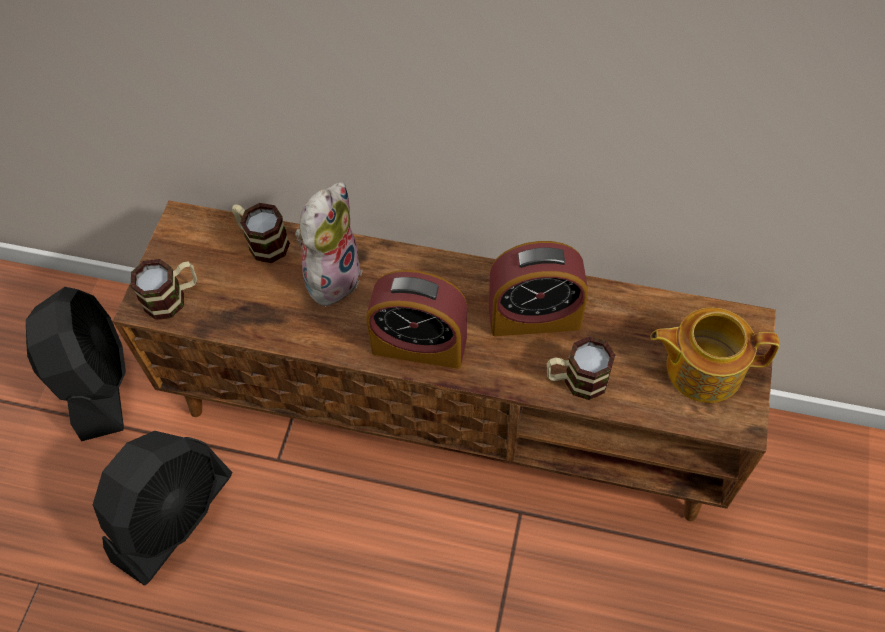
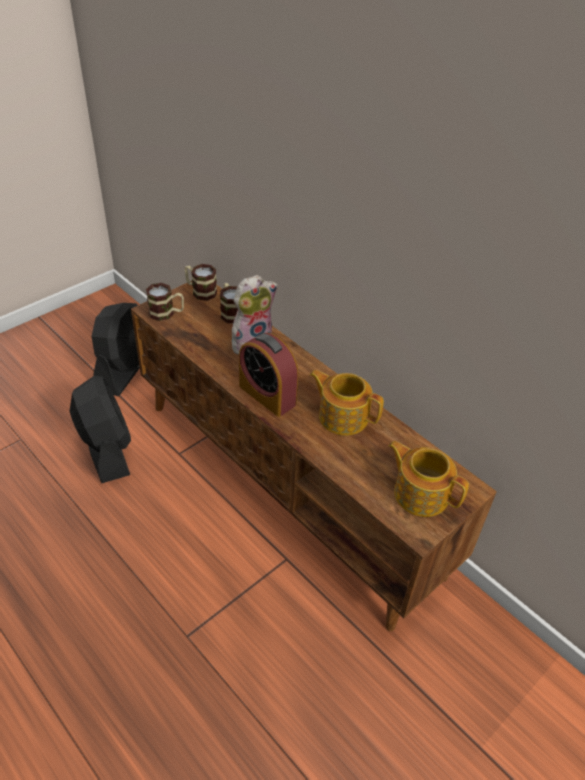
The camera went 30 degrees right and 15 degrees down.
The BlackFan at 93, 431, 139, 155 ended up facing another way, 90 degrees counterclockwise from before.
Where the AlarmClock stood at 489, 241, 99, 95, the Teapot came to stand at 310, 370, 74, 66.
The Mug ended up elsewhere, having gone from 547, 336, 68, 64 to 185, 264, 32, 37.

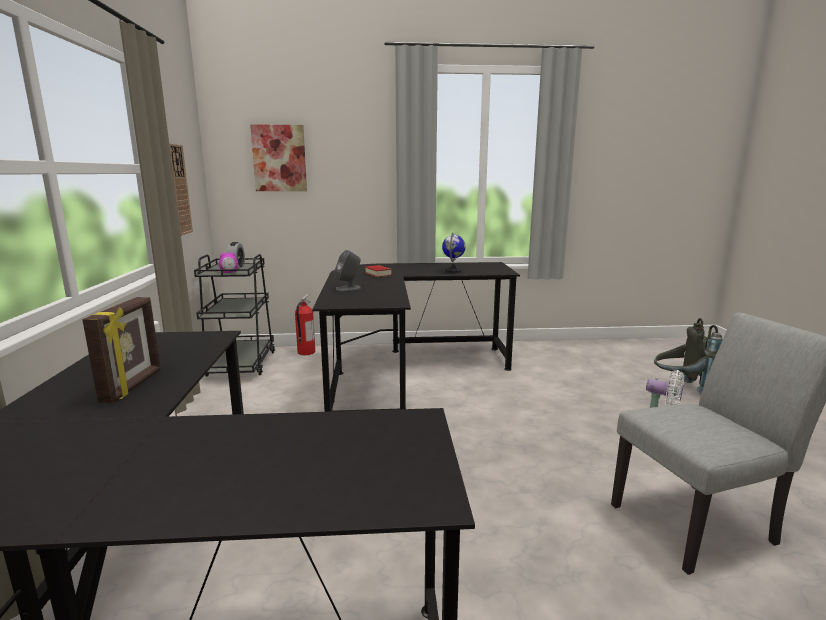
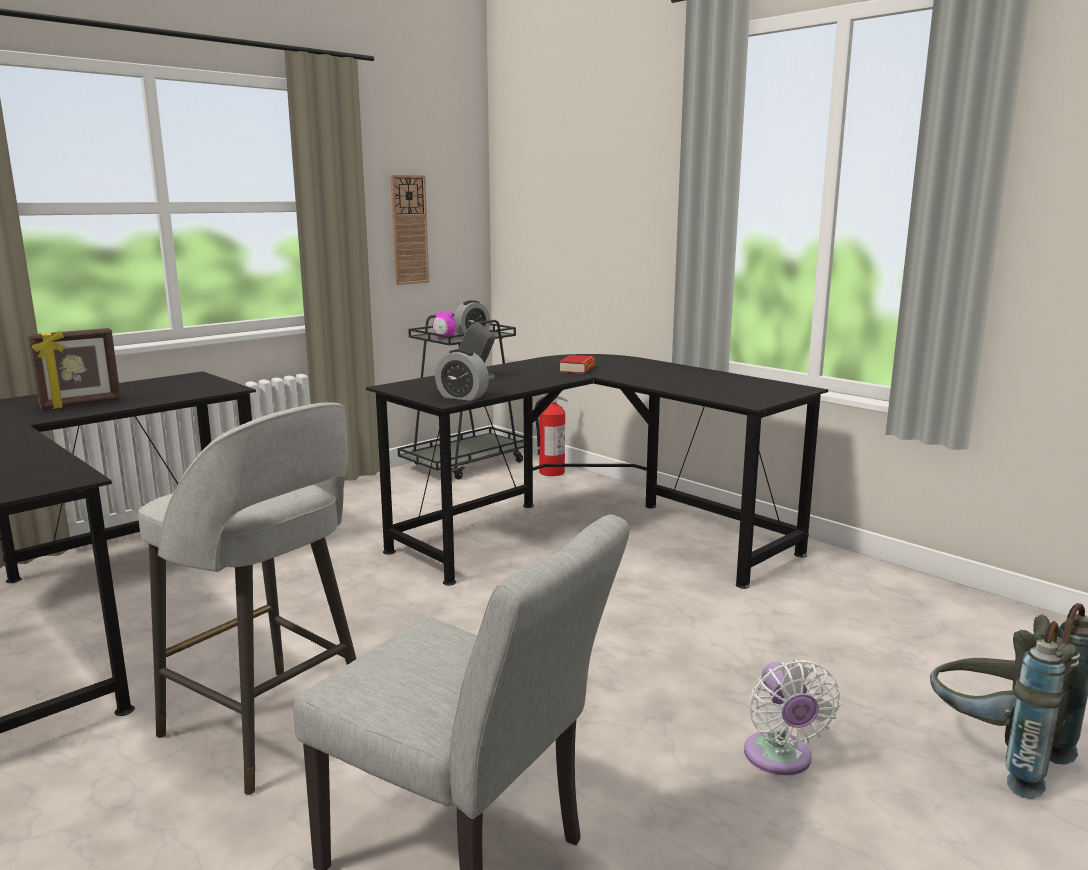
The camera went 50 degrees right and 0 degrees up.
The second view lost the Picture at 250, 124, 57, 67.
The second view lost the Globe at 442, 232, 24, 41.
The second view gained the GreyStool at 138, 402, 218, 393.
The second view gained the AlarmClock at 435, 349, 54, 52.

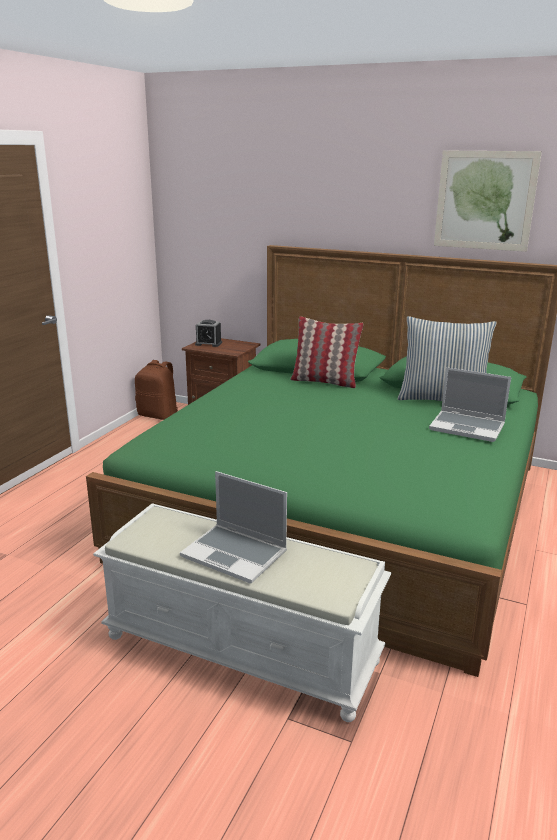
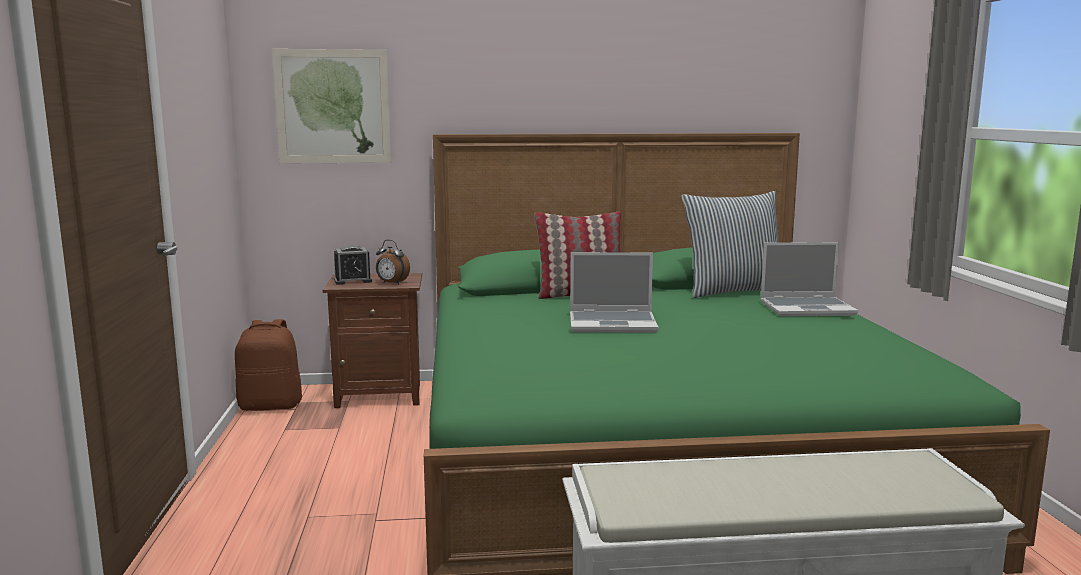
The camera went 30 degrees left and 10 degrees down.
The Laptop ended up elsewhere, having gone from 180, 471, 107, 112 to 570, 252, 88, 81.
The Picture ended up elsewhere, having gone from 434, 150, 108, 102 to 272, 49, 120, 115.
The second view gained the AlarmClock at 376, 240, 34, 45.

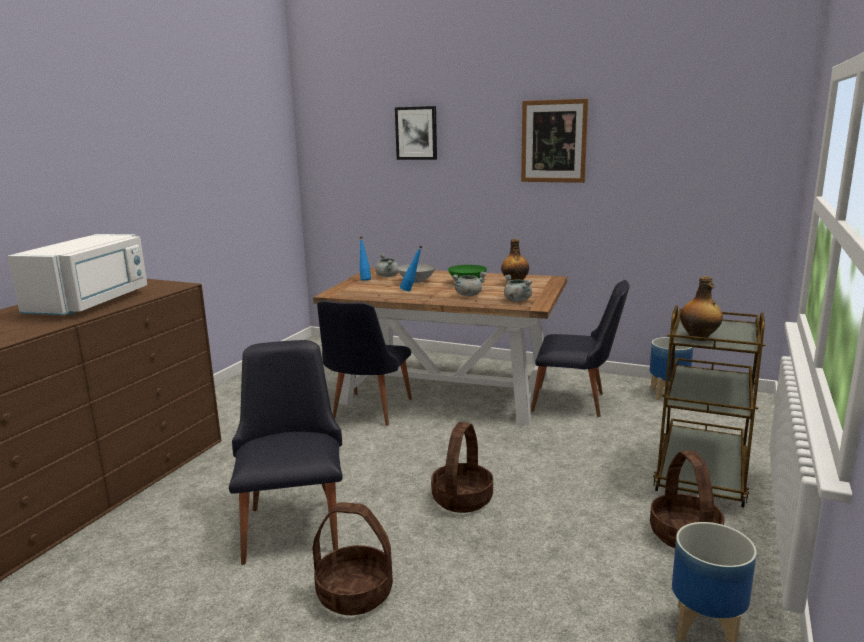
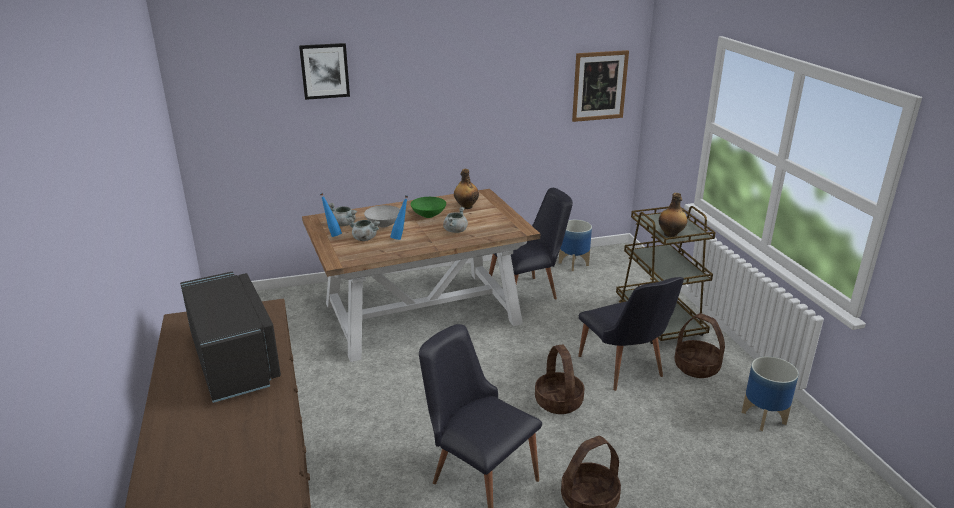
The camera went 40 degrees left and 10 degrees up.
What was the WhiteMicrowave at 8, 234, 139, 81 turned into the BlackMicrowave at 180, 271, 101, 132.
The BlackChair ended up elsewhere, having gone from 317, 301, 95, 125 to 578, 277, 106, 114.
The GreyCookingPot ended up elsewhere, having gone from 504, 275, 28, 27 to 347, 217, 33, 24.
The Picture ended up elsewhere, having gone from 521, 99, 67, 84 to 572, 50, 57, 72.

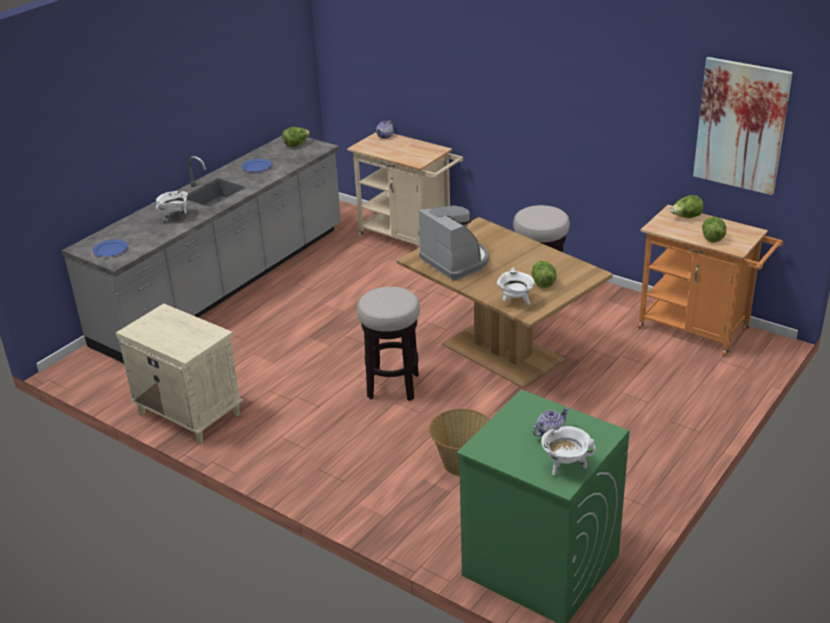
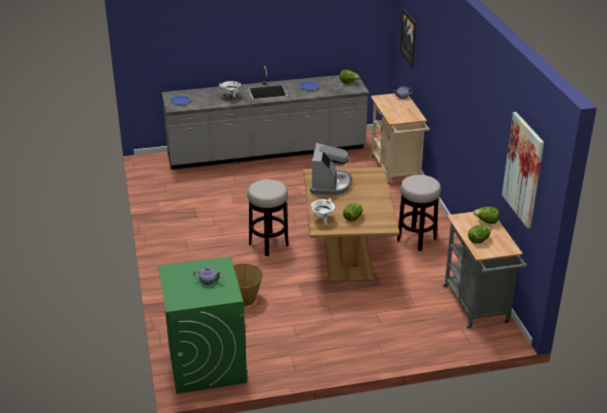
The camera went 40 degrees right and 0 degrees up.
The second view lost the BeigeNightstand at 116, 303, 128, 140.
The second view lost the WhiteCookingPot at 541, 426, 55, 50.
What was the OrangeCart at 638, 205, 145, 151 turned into the GreyCart at 443, 212, 84, 117.
The second view gained the Picture at 400, 9, 16, 59.

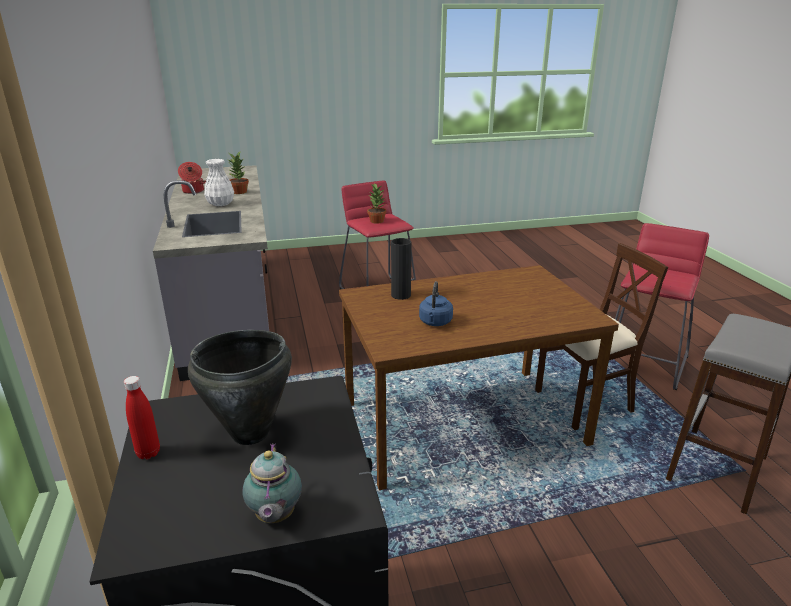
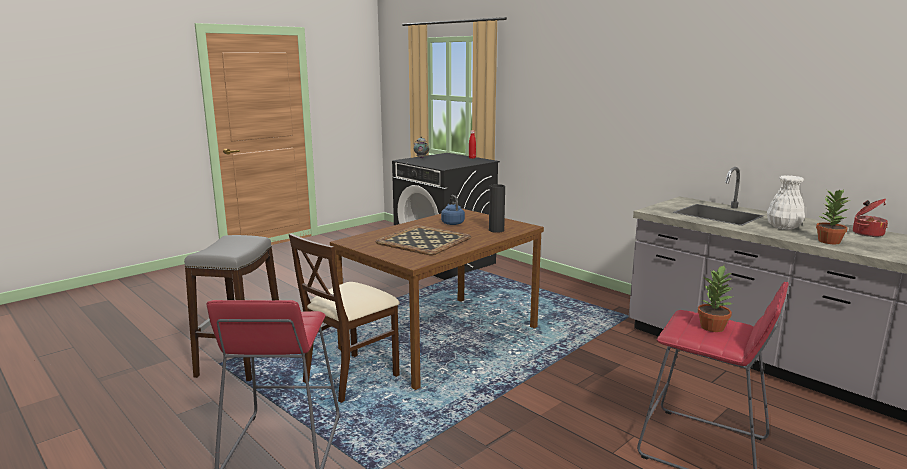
The camera went 150 degrees right and 10 degrees down.
The second view lost the BlackCookingPot at 188, 330, 104, 115.
The second view gained the Tray at 376, 225, 95, 30.

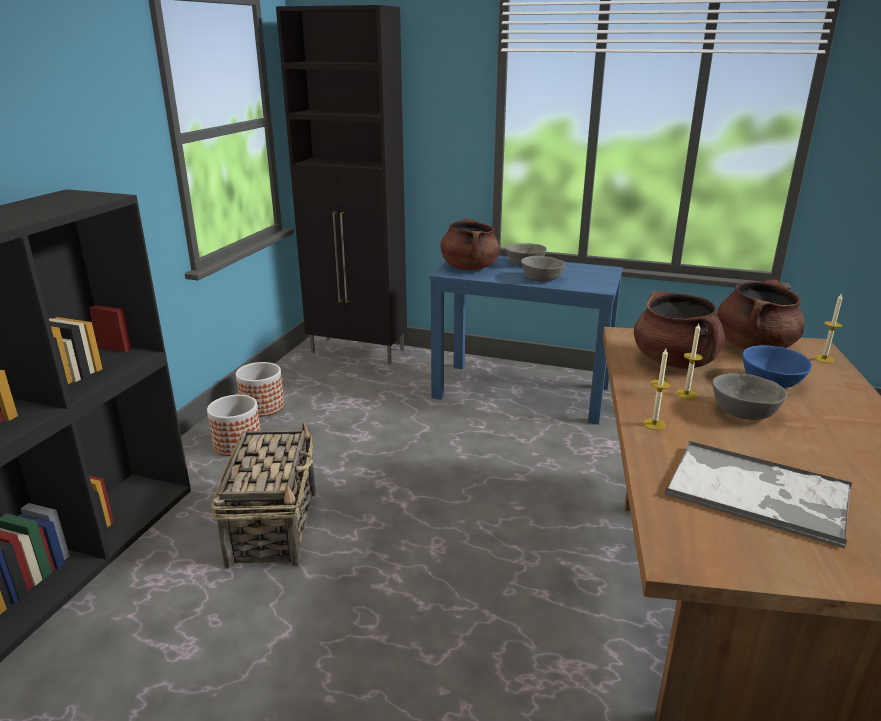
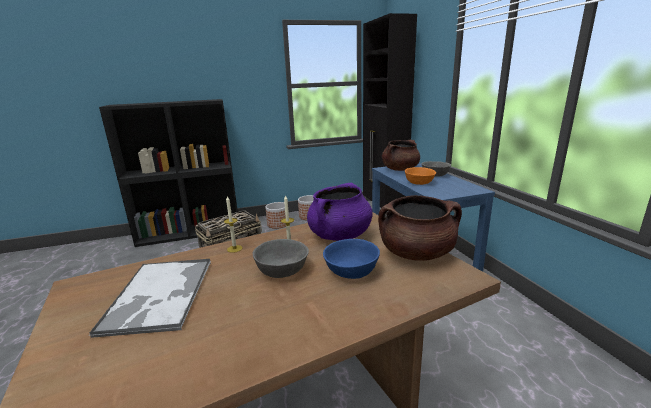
The camera went 55 degrees right and 5 degrees down.
What was the GreyBowl at 521, 256, 44, 26 turned into the OrangeBowl at 405, 167, 31, 18.
What was the BrownCookingPot at 634, 291, 91, 78 turned into the PurpleCookingPot at 307, 183, 66, 58.
The second view lost the Candle at 814, 294, 29, 69.

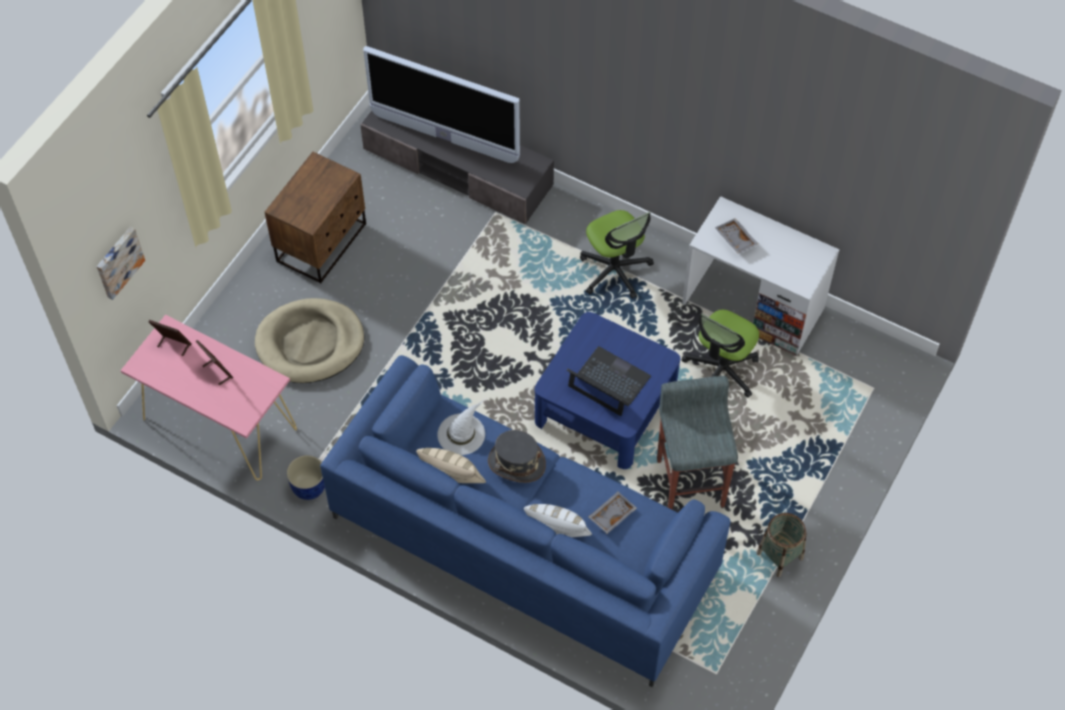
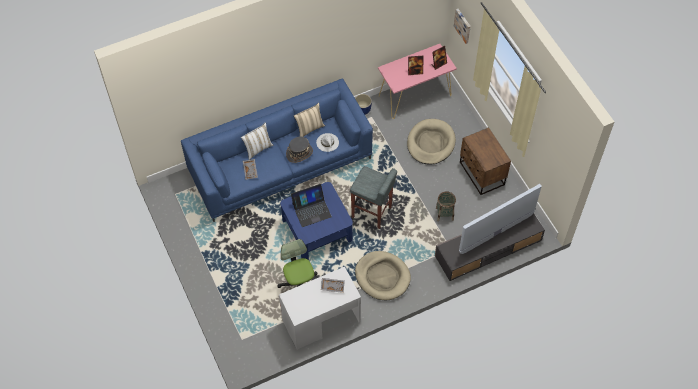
The camera went 125 degrees right and 0 degrees up.
Where the OfficeChair stood at 580, 210, 74, 89, the BeigeDogBed came to stand at 355, 251, 56, 49.
The GreyStool ended up elsewhere, having gone from 657, 376, 81, 134 to 350, 166, 47, 63.
The Basket ended up elsewhere, having gone from 756, 513, 51, 64 to 436, 191, 20, 31.

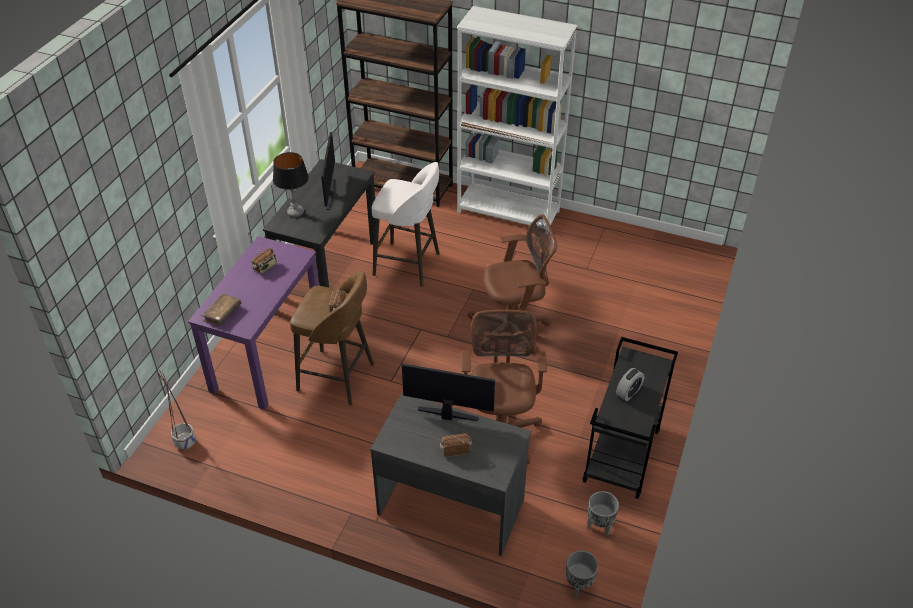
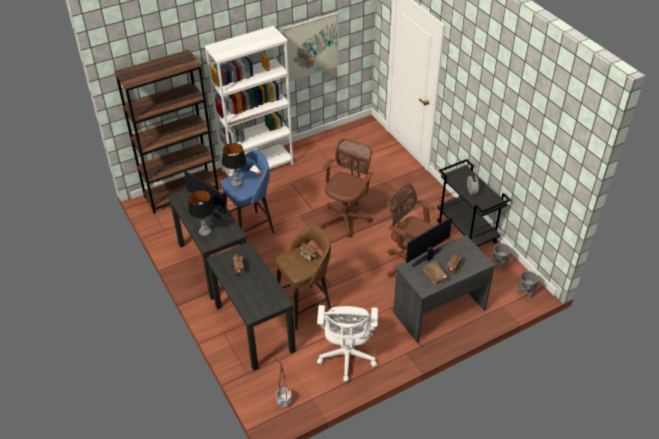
The camera went 50 degrees left and 0 degrees up.
What was the PurpleDesk at 188, 236, 131, 174 turned into the BlackDesk at 206, 242, 90, 129.
The BrownBook ended up elsewhere, having gone from 202, 293, 39, 33 to 422, 261, 27, 25.
What was the WhiteStool at 372, 162, 68, 125 turned into the BlueStool at 221, 150, 54, 84.
The second view gained the TableLamp at 222, 143, 25, 44.
The second view gained the Picture at 282, 12, 57, 70.
The second view gained the WhiteOfficeChair at 317, 305, 61, 77.

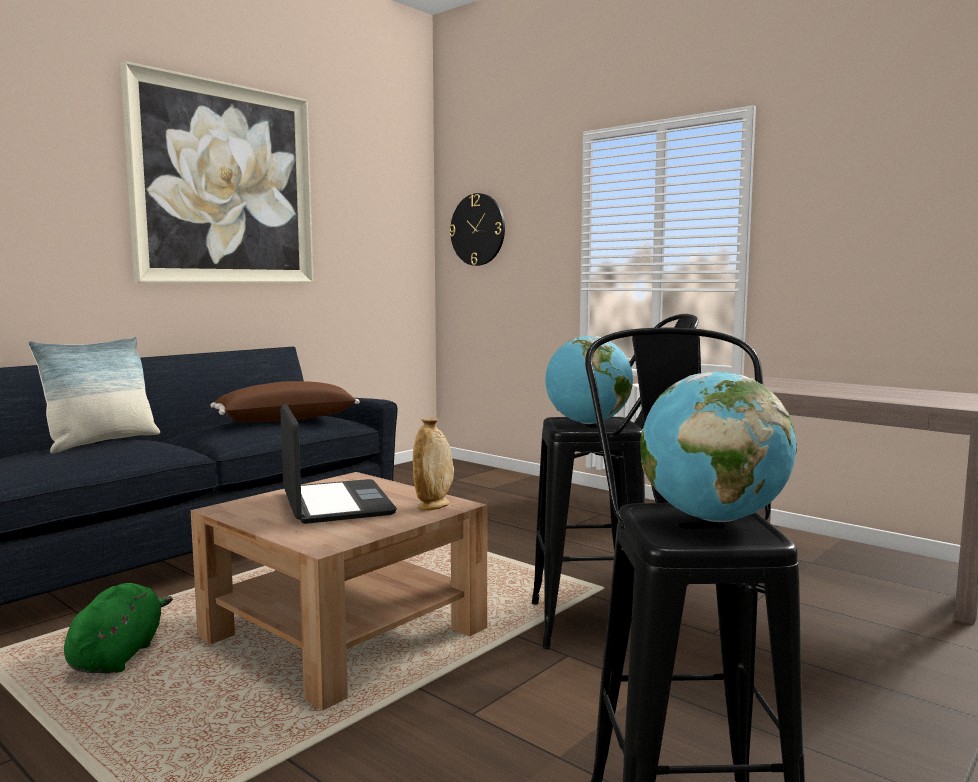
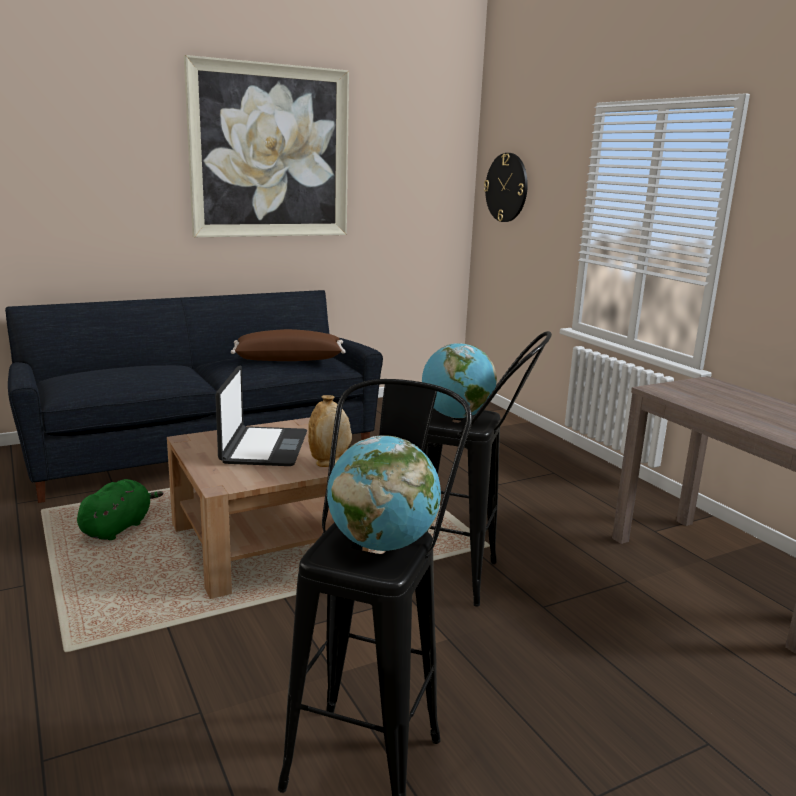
The camera went 20 degrees right and 10 degrees up.
The second view lost the Pillow at 28, 337, 132, 117.

